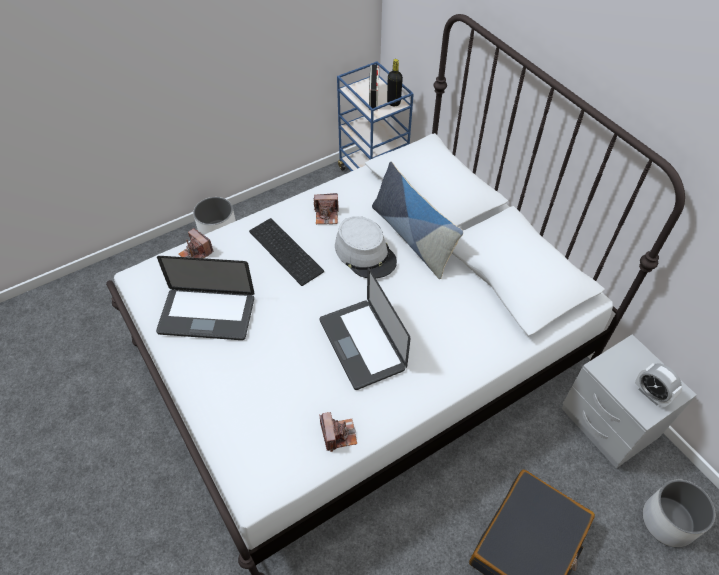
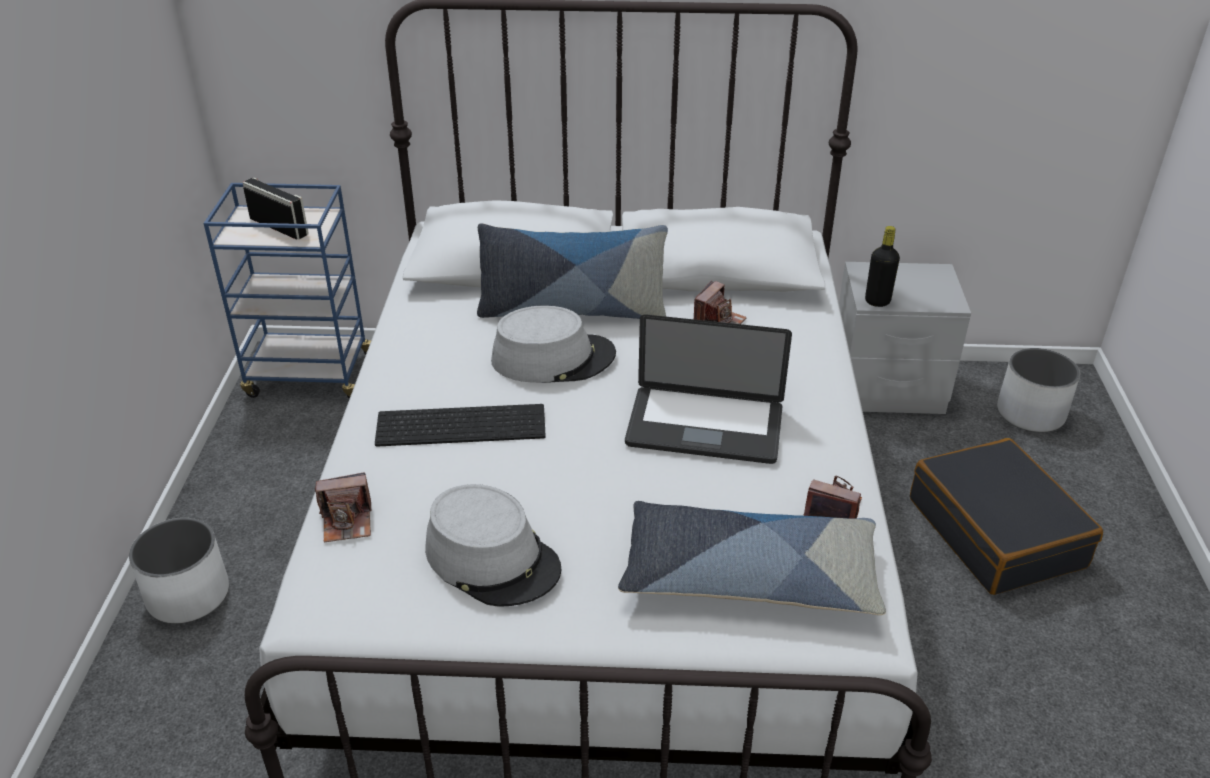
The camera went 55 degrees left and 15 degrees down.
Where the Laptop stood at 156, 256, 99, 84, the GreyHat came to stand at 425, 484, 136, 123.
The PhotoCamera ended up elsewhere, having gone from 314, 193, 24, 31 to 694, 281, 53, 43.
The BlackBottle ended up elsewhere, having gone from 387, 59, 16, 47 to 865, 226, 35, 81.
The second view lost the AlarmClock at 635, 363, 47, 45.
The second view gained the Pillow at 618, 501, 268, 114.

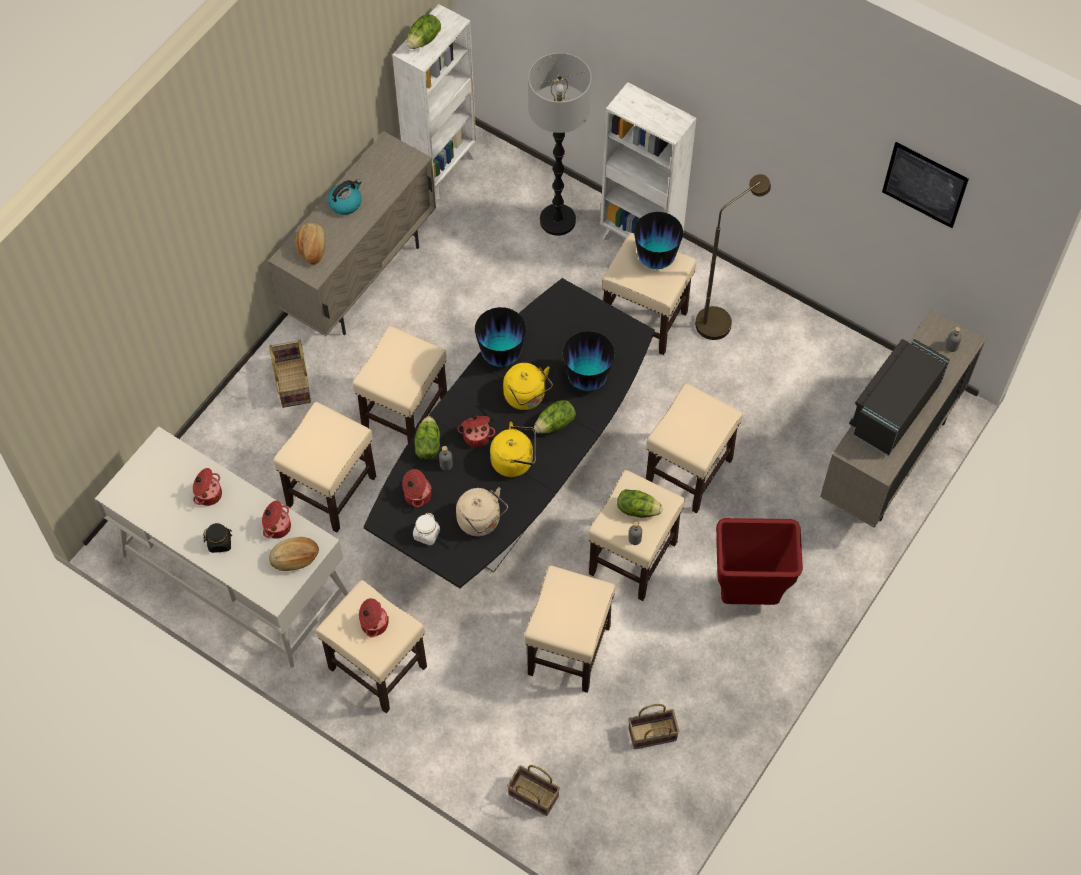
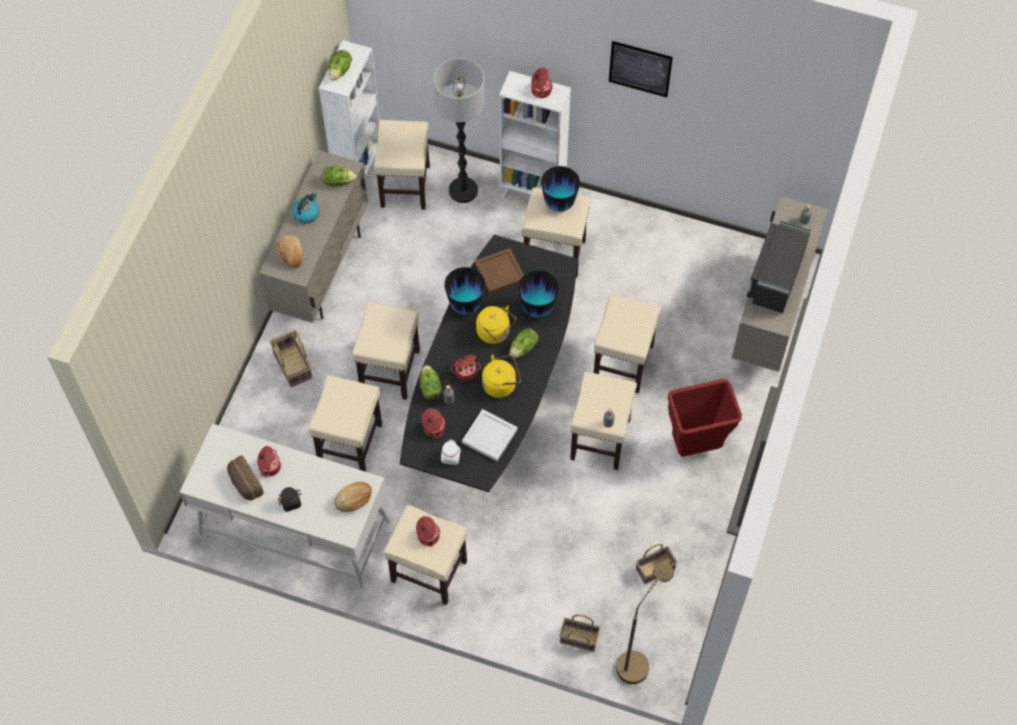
The camera went 15 degrees left and 0 degrees up.
The CookingPot ended up elsewhere, having gone from 262, 501, 29, 37 to 531, 68, 22, 30.
Where the BeigeKettle stood at 456, 487, 52, 49, the WhiteTray came to stand at 462, 409, 56, 52.
The BeigeStool ended up elsewhere, having gone from 524, 565, 92, 128 to 374, 120, 56, 90.
The Lettuce ended up elsewhere, having gone from 617, 489, 46, 29 to 322, 166, 34, 20.
The BrownFloorLamp ended up elsewhere, having gone from 695, 174, 76, 166 to 616, 562, 58, 122.
The Picture ended up elsewhere, having gone from 882, 142, 87, 86 to 609, 41, 64, 56.
The second view gained the Bread at 227, 455, 37, 45.
The second view gained the BrownTray at 475, 248, 49, 46.

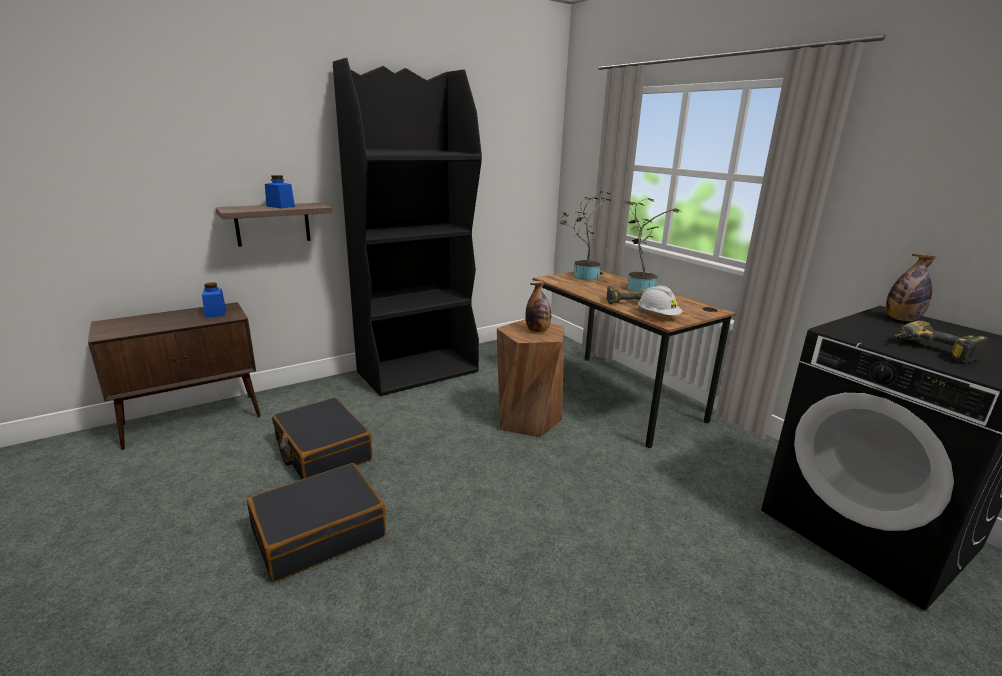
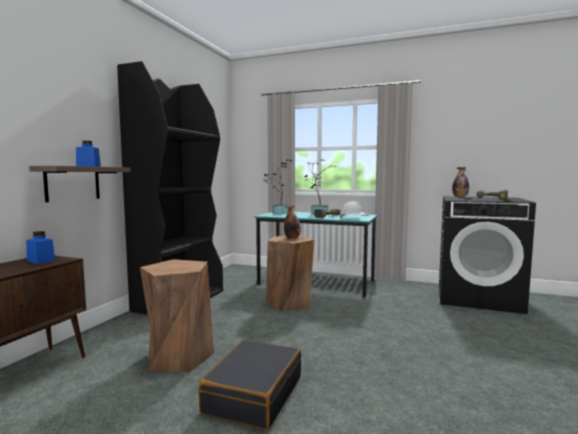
The camera went 35 degrees left and 15 degrees down.
Where the BlackSuitcase stood at 272, 397, 100, 82, the BrownStool came to stand at 140, 259, 74, 114.
What was the BrownDesk at 533, 270, 203, 178 turned into the TurquoiseDesk at 254, 212, 124, 86.

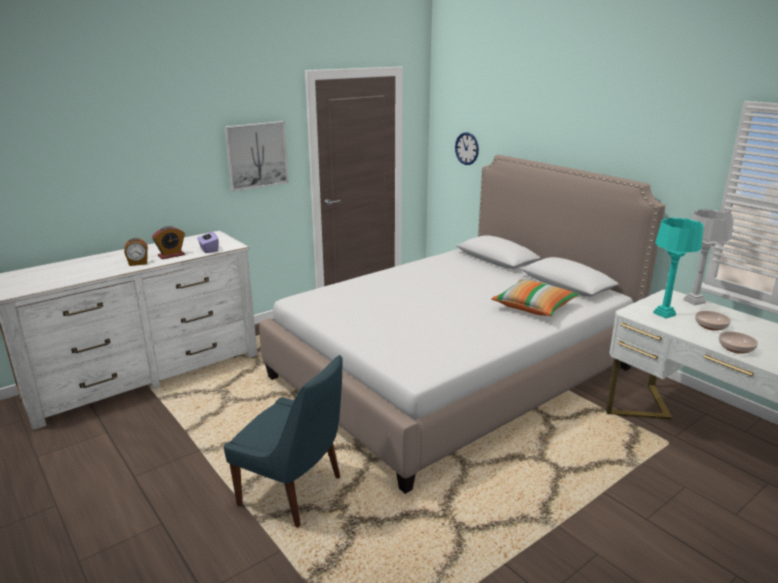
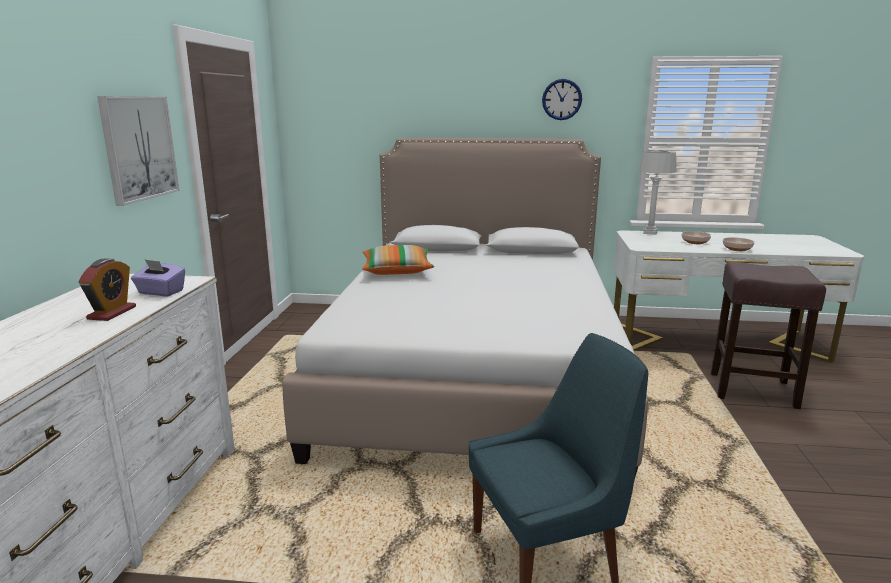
The camera went 45 degrees left and 5 degrees down.
The second view lost the AlarmClock at 124, 238, 24, 28.
The WallClock ended up elsewhere, having gone from 455, 132, 24, 33 to 542, 79, 40, 41.
The Pillow ended up elsewhere, having gone from 491, 279, 88, 37 to 362, 245, 72, 30.
The second view lost the TurquoiseTableLamp at 653, 218, 51, 100.
The second view gained the BrownStool at 711, 262, 115, 147.

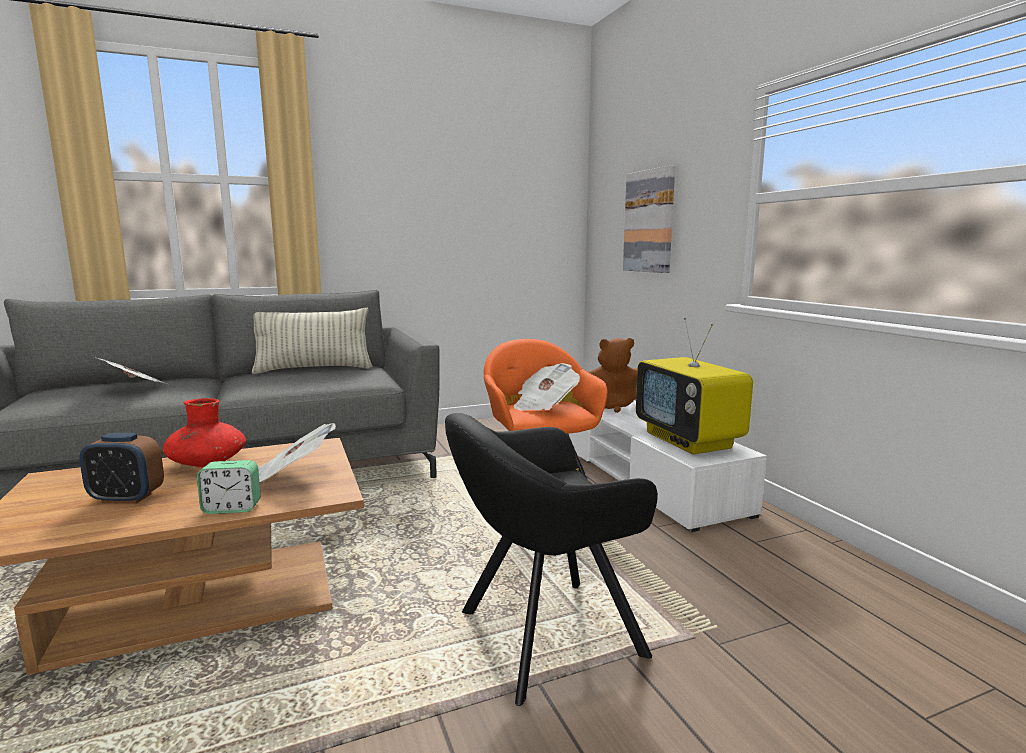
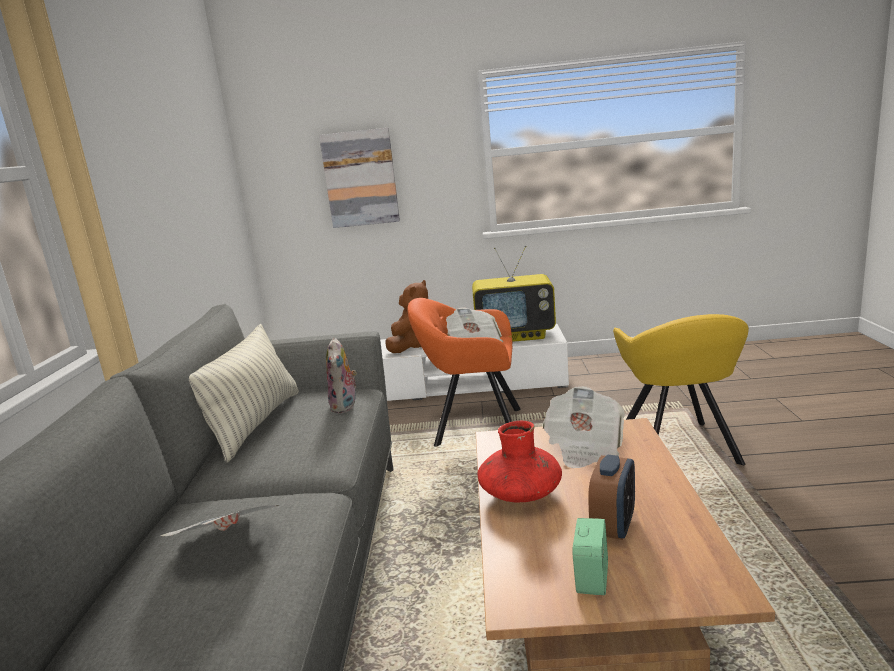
The camera went 65 degrees left and 5 degrees up.
The AlarmClock ended up elsewhere, having gone from 197, 460, 64, 54 to 573, 518, 35, 77.
What was the BlackArmchair at 445, 413, 213, 293 turned into the YellowArmchair at 613, 314, 136, 151.
The second view gained the PlushToy at 326, 337, 31, 76.

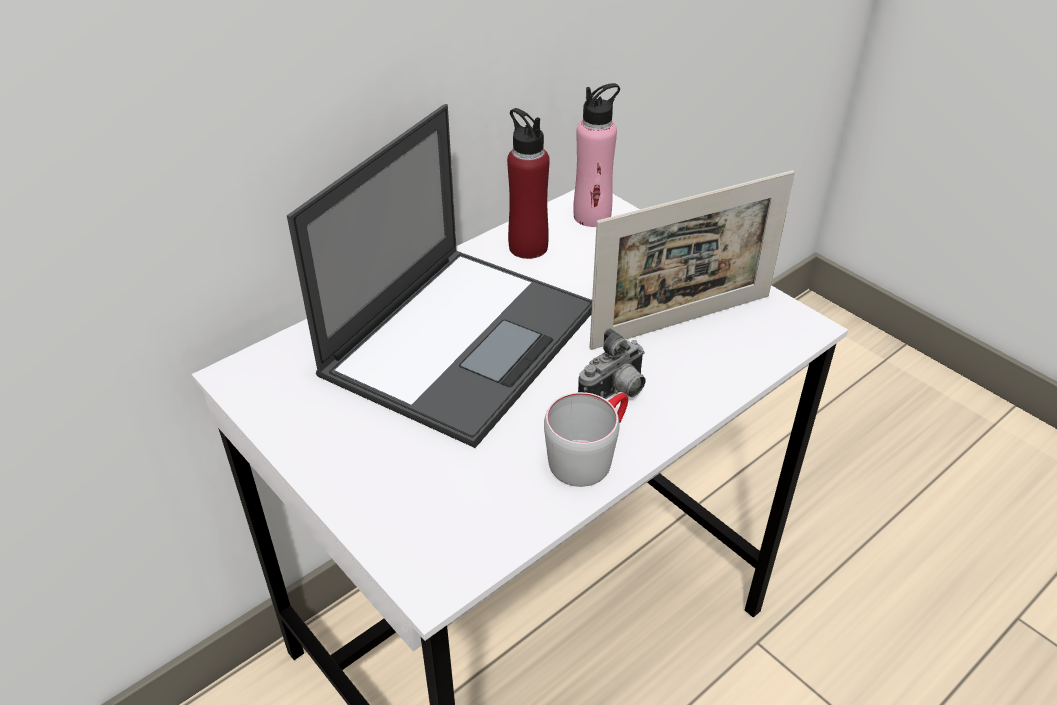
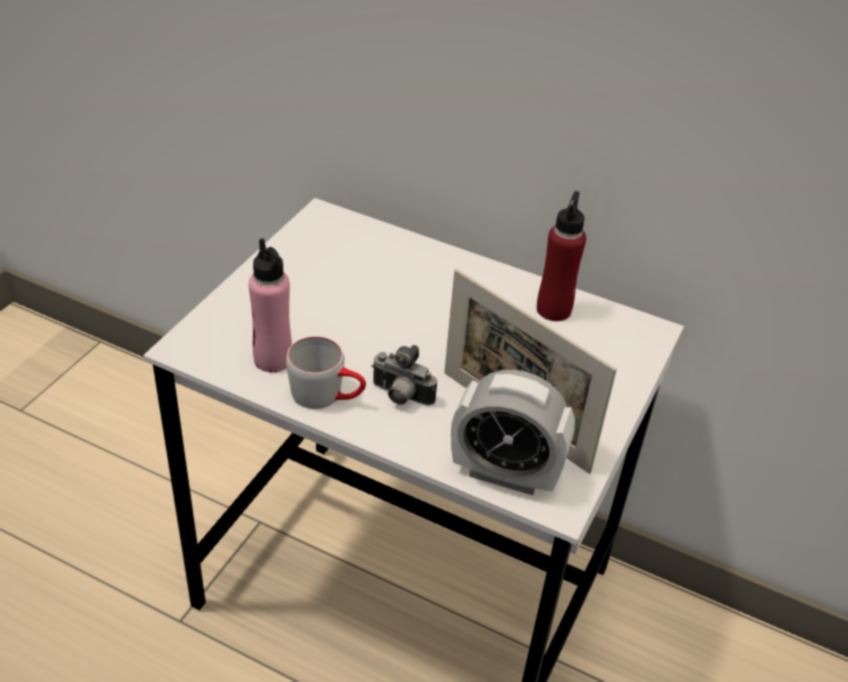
The camera went 65 degrees right and 0 degrees up.
The second view lost the Laptop at 287, 104, 305, 344.
The PinkBottle ended up elsewhere, having gone from 573, 83, 47, 144 to 248, 238, 44, 134.
The second view gained the AlarmClock at 451, 370, 124, 125.

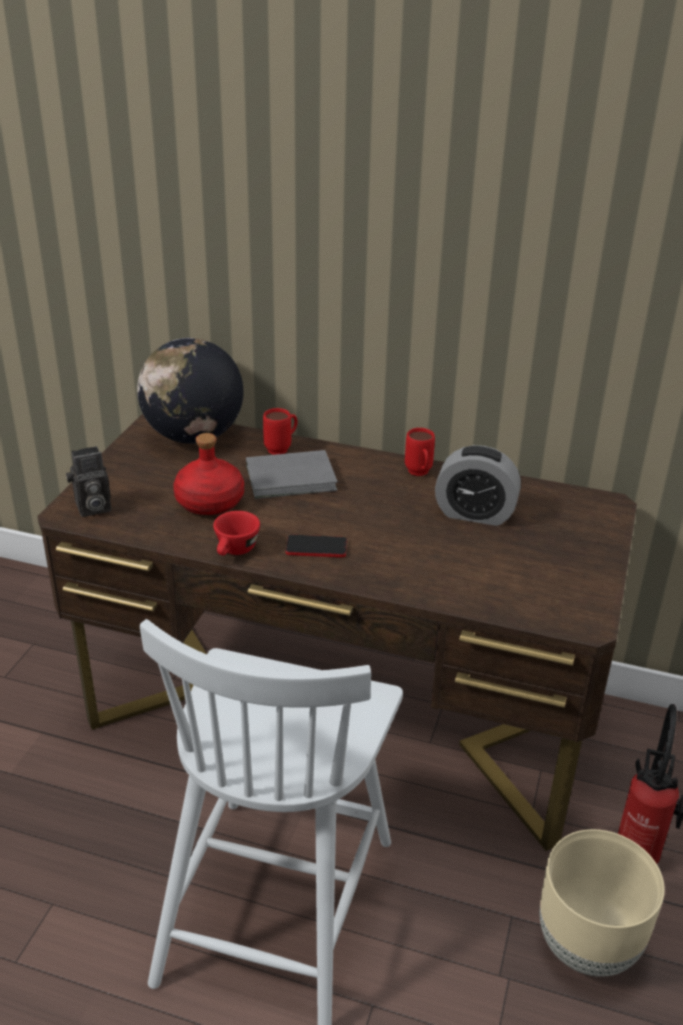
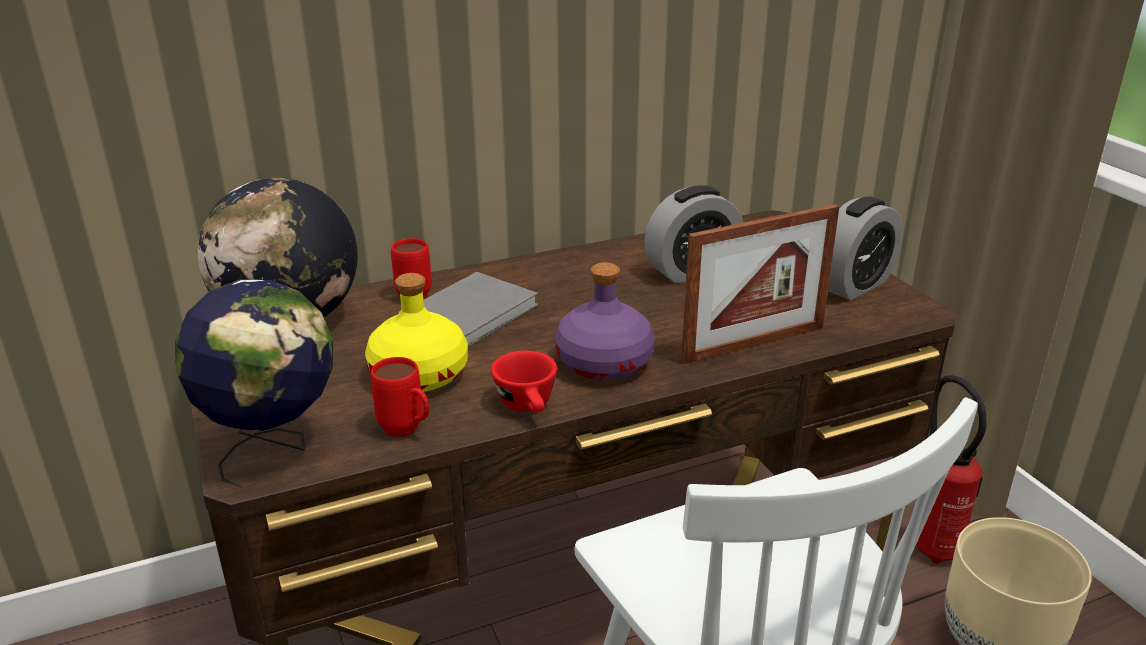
The camera went 40 degrees left and 5 degrees down.
Where the PhotoCamera stood at 66, 446, 45, 71, the Globe came to stand at 175, 279, 158, 209.
What was the RedBottle at 173, 433, 71, 82 turned into the YellowBottle at 365, 273, 103, 119.
Where the Phone stood at 286, 535, 61, 22, the PurpleBottle came to stand at 555, 262, 100, 118.
The RedMug ended up elsewhere, having gone from 405, 428, 30, 48 to 371, 357, 59, 80.
The second view gained the PictureFrame at 681, 204, 158, 160.
The second view gained the AlarmClock at 828, 197, 75, 103.

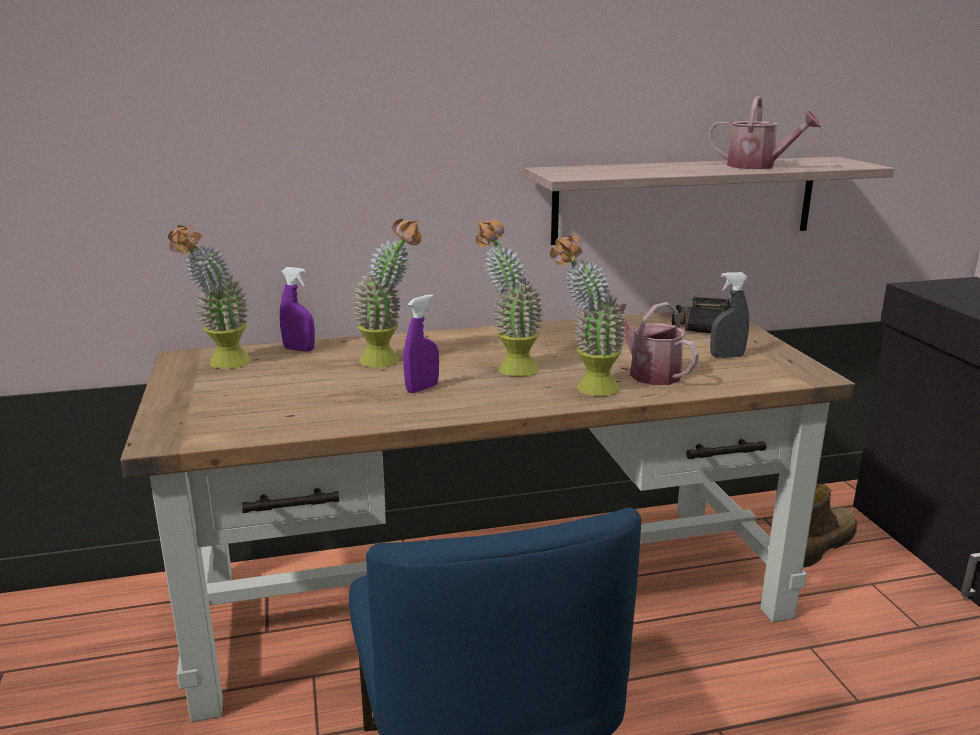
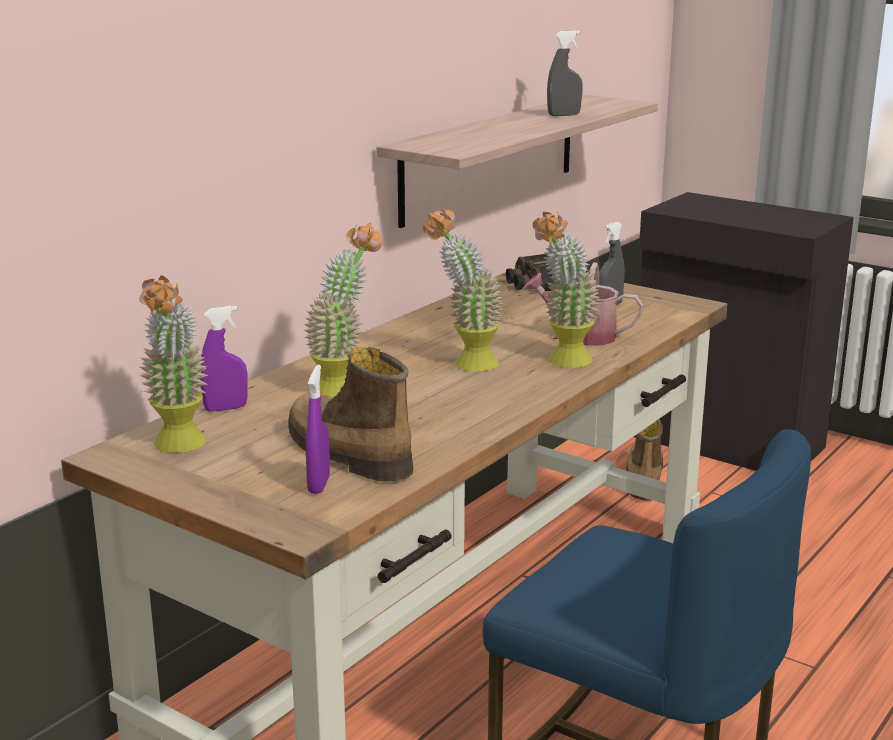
The camera went 40 degrees left and 0 degrees up.
The PurpleSprayBottle ended up elsewhere, having gone from 403, 294, 36, 99 to 306, 365, 24, 129.
Where the WateringCan stood at 709, 96, 112, 73, the GreySprayBottle came to stand at 547, 30, 35, 86.
The second view gained the Boot at 288, 347, 125, 135.

